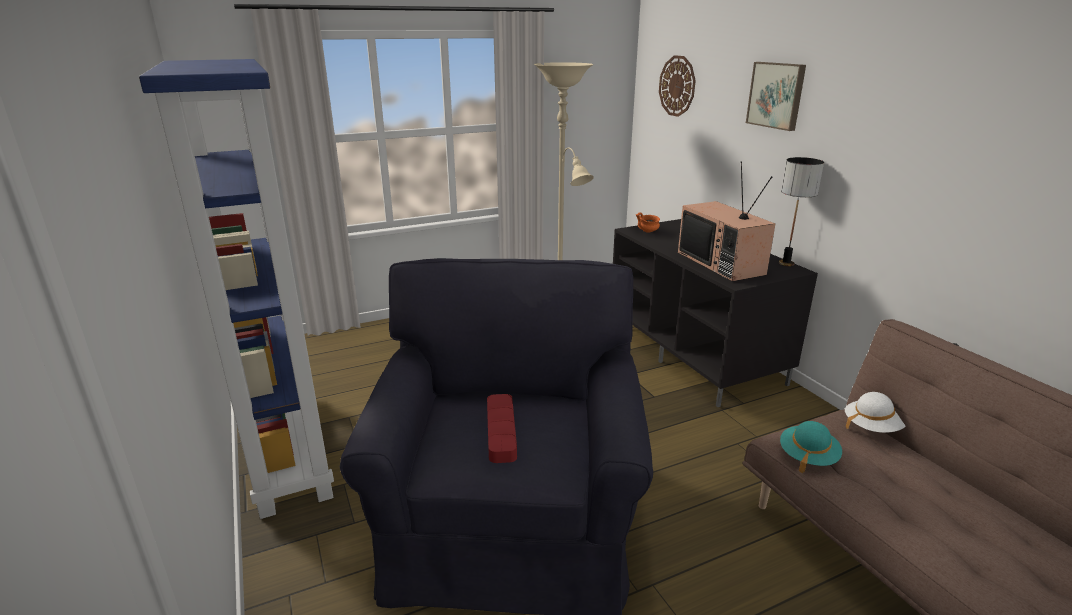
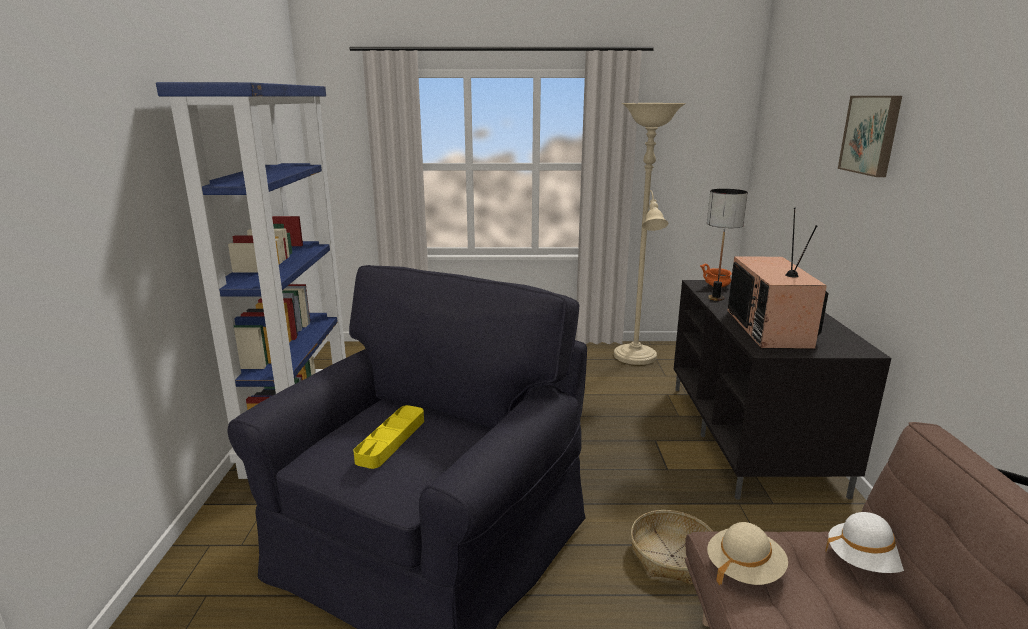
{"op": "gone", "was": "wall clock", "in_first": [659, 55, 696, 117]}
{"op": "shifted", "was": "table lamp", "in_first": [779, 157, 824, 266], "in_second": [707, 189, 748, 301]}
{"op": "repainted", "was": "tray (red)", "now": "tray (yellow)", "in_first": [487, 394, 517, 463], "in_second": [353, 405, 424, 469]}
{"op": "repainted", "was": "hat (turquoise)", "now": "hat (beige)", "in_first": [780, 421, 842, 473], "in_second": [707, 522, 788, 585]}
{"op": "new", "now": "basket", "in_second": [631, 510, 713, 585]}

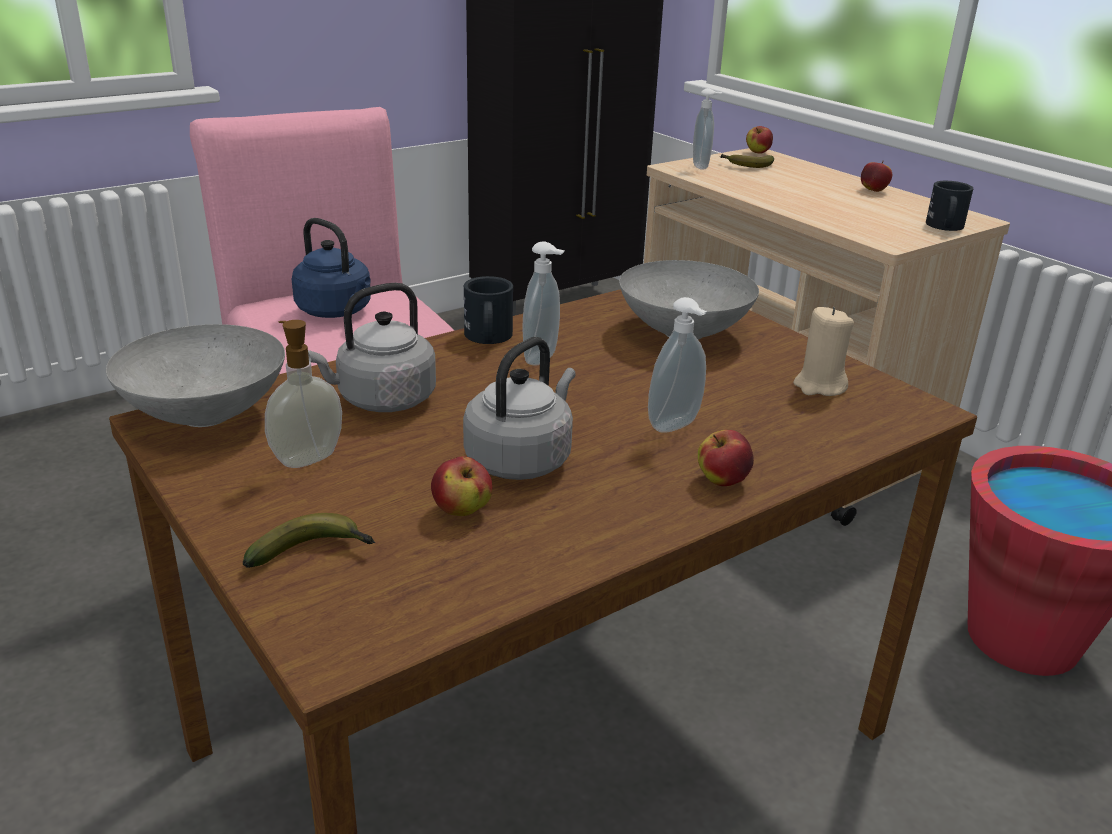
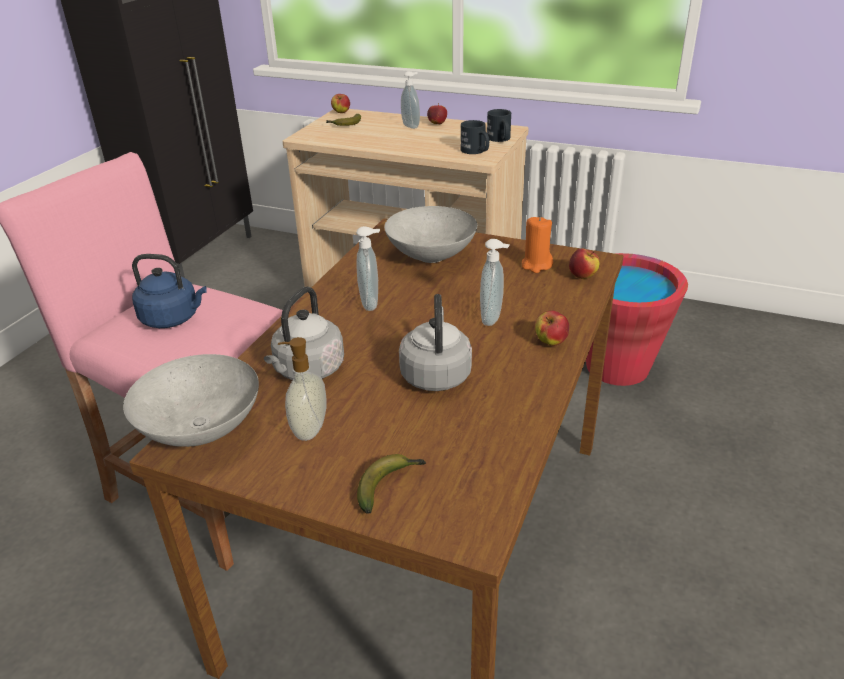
{"op": "shifted", "was": "soap dispenser", "in_first": [693, 88, 722, 170], "in_second": [401, 71, 420, 129]}
{"op": "shifted", "was": "mug (black)", "in_first": [464, 276, 513, 344], "in_second": [461, 120, 489, 154]}
{"op": "repainted", "was": "candle (beige)", "now": "candle (orange)", "in_first": [793, 307, 854, 396], "in_second": [522, 216, 553, 273]}
{"op": "shifted", "was": "apple", "in_first": [431, 457, 492, 516], "in_second": [569, 248, 599, 279]}

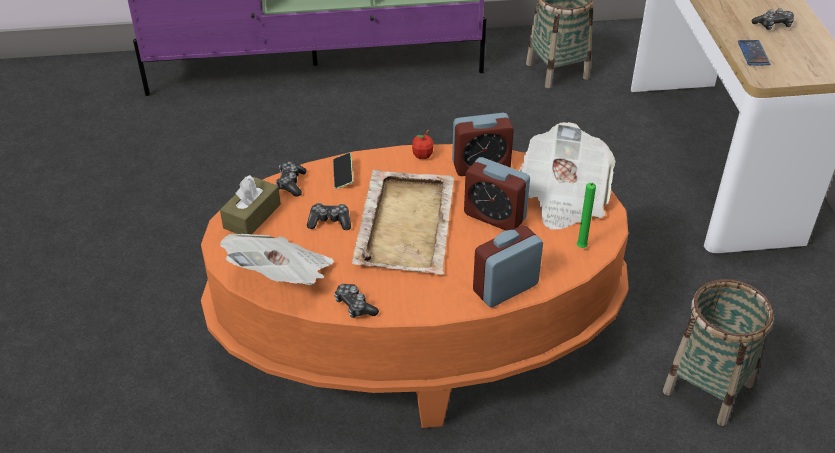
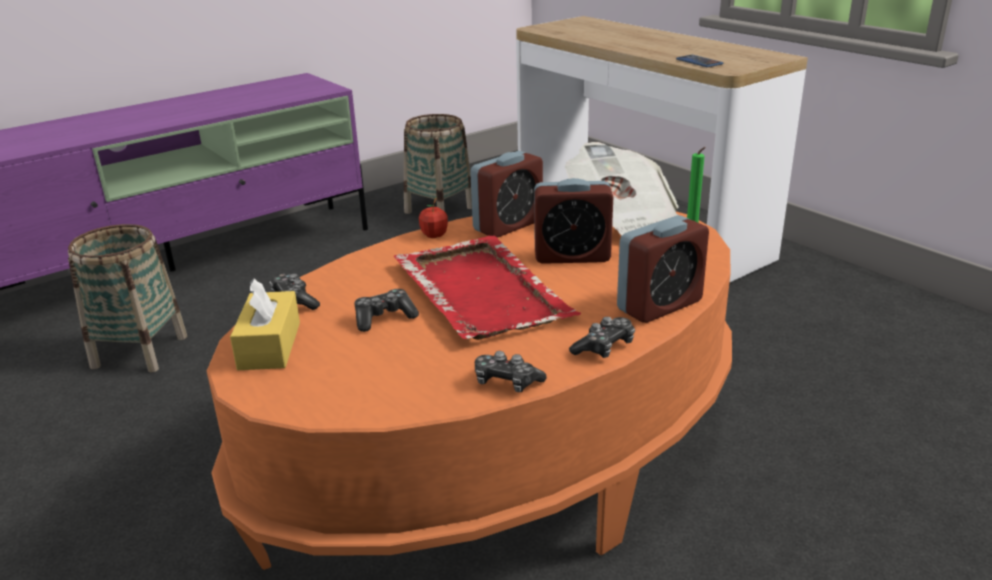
{"op": "shifted", "was": "game controller", "in_first": [752, 8, 794, 30], "in_second": [569, 317, 635, 358]}
{"op": "gone", "was": "phone", "in_first": [333, 153, 353, 189]}
{"op": "repainted", "was": "tray (beige)", "now": "tray (red)", "in_first": [352, 170, 454, 275], "in_second": [394, 236, 581, 340]}
{"op": "repainted", "was": "tissue box (brown)", "now": "tissue box (yellow)", "in_first": [220, 175, 281, 234], "in_second": [230, 278, 300, 370]}
{"op": "rotated", "was": "alarm clock", "in_first": [473, 225, 543, 307], "in_second": [617, 215, 709, 323], "clockwise": -150}
{"op": "gone", "was": "newspaper", "in_first": [220, 234, 334, 285]}
{"op": "shifted", "was": "basket", "in_first": [663, 279, 774, 426], "in_second": [68, 224, 187, 372]}

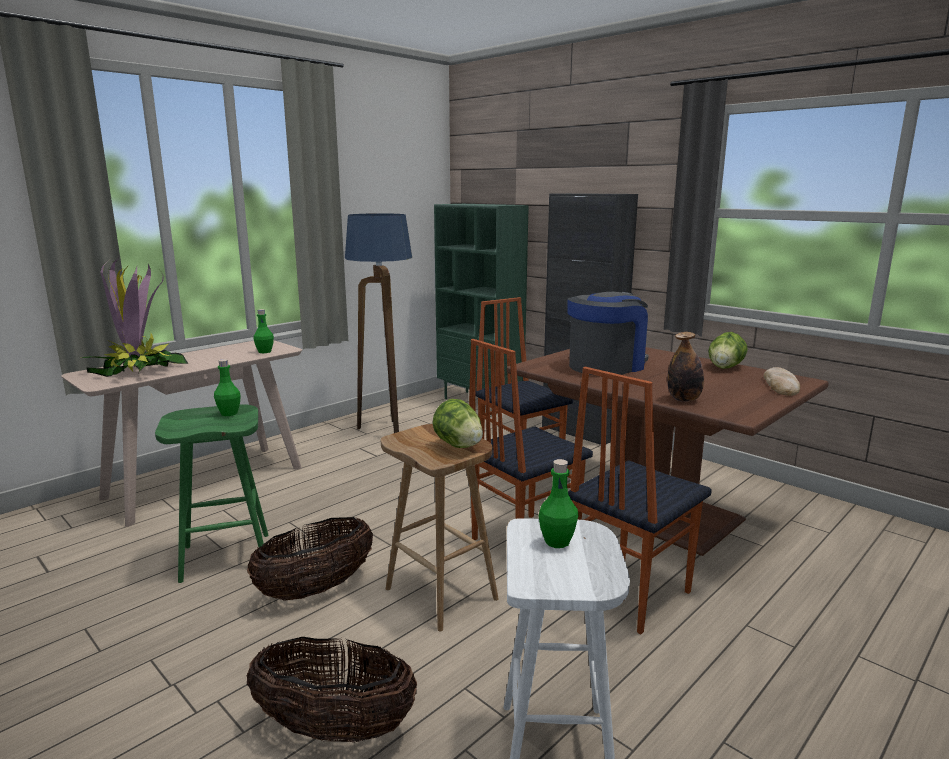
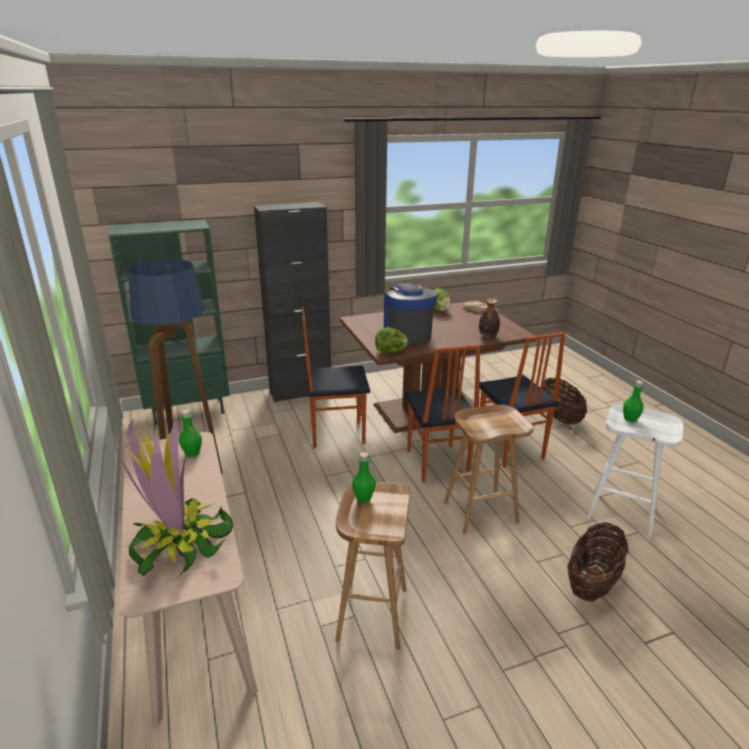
{"op": "shifted", "was": "lettuce", "in_first": [432, 399, 483, 448], "in_second": [375, 327, 408, 353]}
{"op": "repainted", "was": "stool (green)", "now": "stool (brown)", "in_first": [155, 404, 269, 583], "in_second": [335, 482, 411, 650]}
{"op": "shifted", "was": "basket", "in_first": [247, 517, 373, 601], "in_second": [543, 378, 587, 425]}

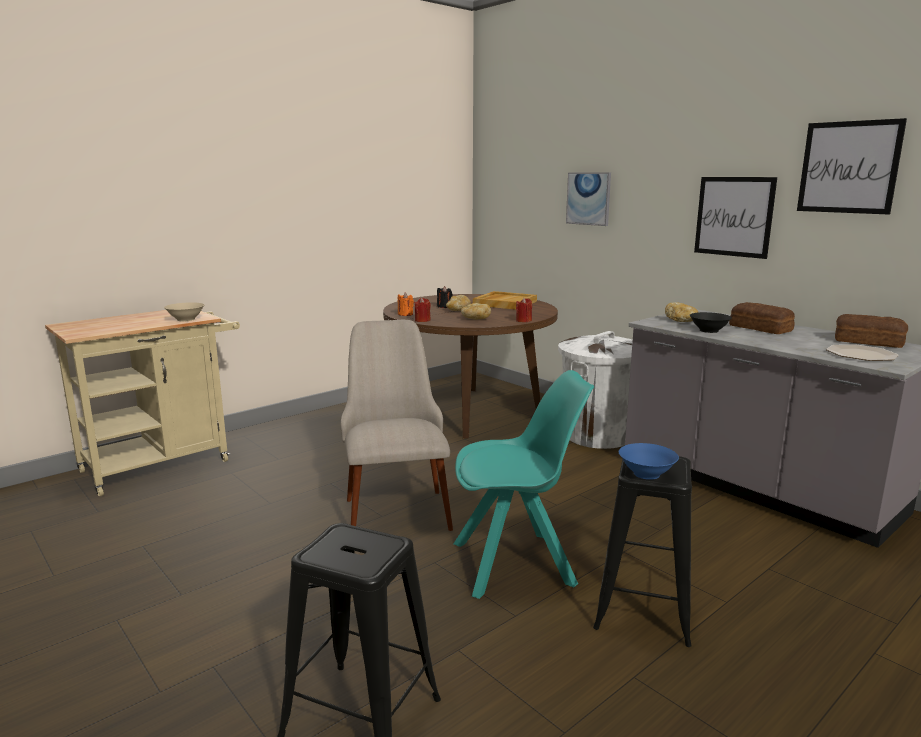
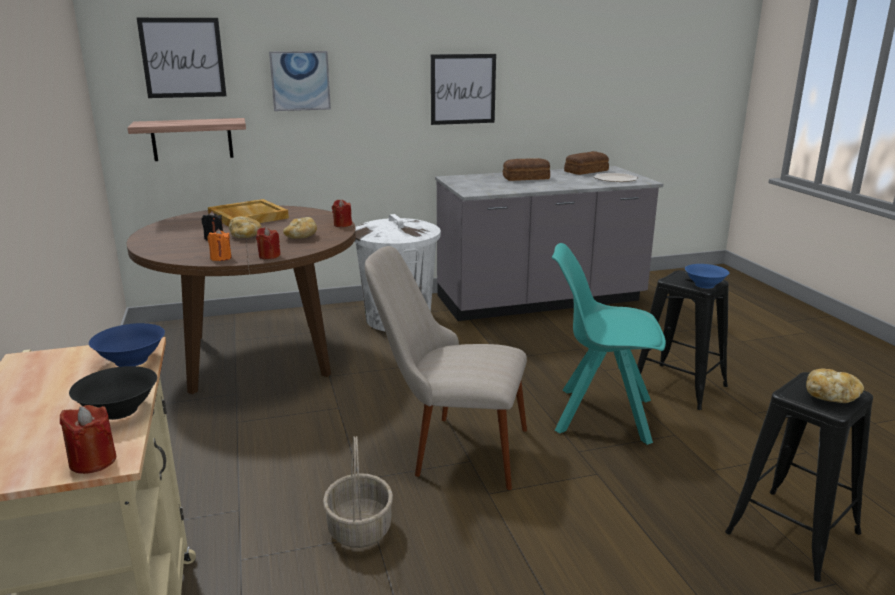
{"op": "shifted", "was": "picture", "in_first": [797, 118, 907, 215], "in_second": [137, 18, 226, 98]}
{"op": "repainted", "was": "bowl (beige)", "now": "bowl (blue)", "in_first": [164, 302, 204, 322], "in_second": [89, 323, 165, 367]}
{"op": "shifted", "was": "bread", "in_first": [665, 302, 698, 322], "in_second": [806, 369, 864, 403]}
{"op": "shifted", "was": "bowl (black)", "in_first": [690, 312, 732, 333], "in_second": [69, 366, 157, 420]}
{"op": "rotated", "was": "chair (turquoise)", "in_first": [454, 370, 594, 599], "in_second": [552, 243, 666, 445], "clockwise": -90}
{"op": "new", "now": "shelf", "in_second": [128, 118, 246, 161]}
{"op": "new", "now": "candle (red)", "in_second": [60, 405, 116, 474]}
{"op": "new", "now": "basket", "in_second": [323, 436, 393, 548]}

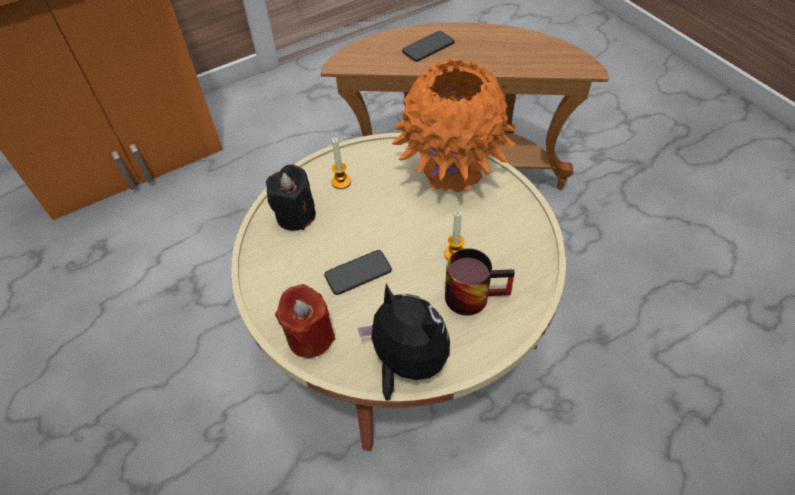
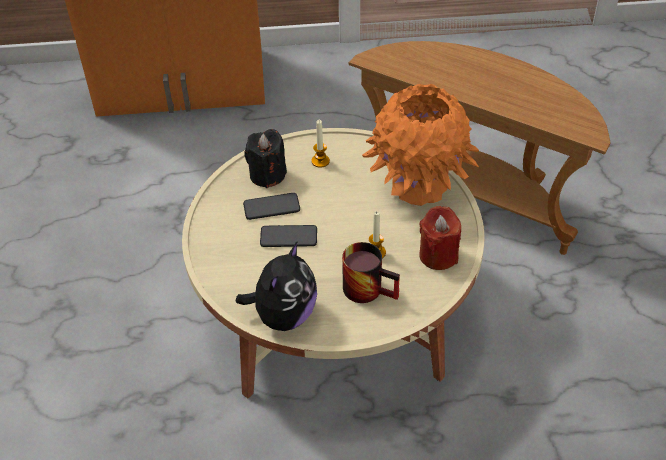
{"op": "shifted", "was": "phone", "in_first": [402, 31, 454, 62], "in_second": [243, 193, 300, 220]}
{"op": "rotated", "was": "plush toy", "in_first": [358, 283, 450, 400], "in_second": [236, 242, 317, 331], "clockwise": 45}
{"op": "shifted", "was": "candle (red)", "in_first": [275, 284, 335, 358], "in_second": [419, 206, 461, 270]}

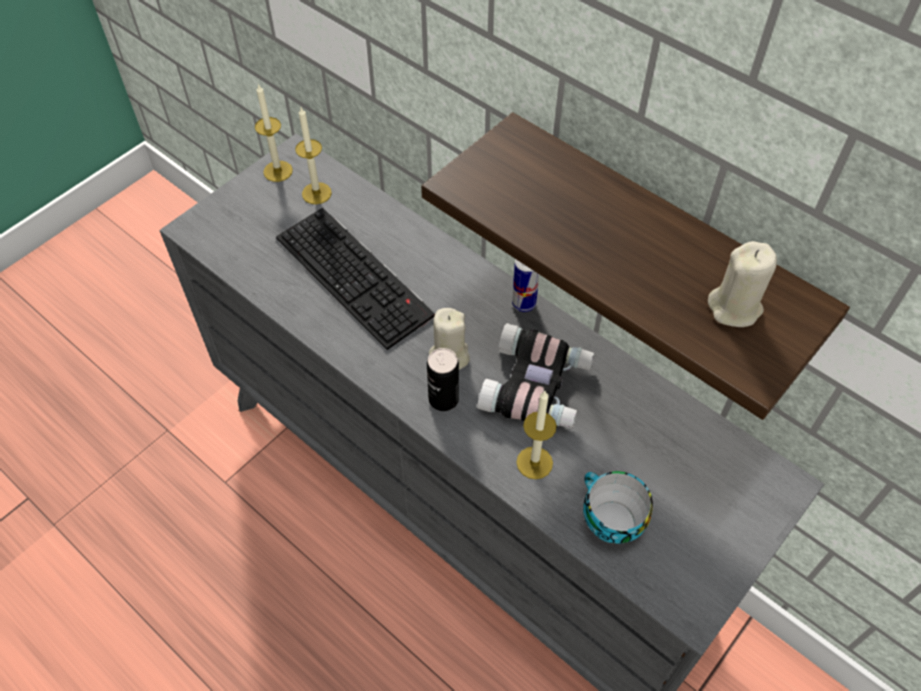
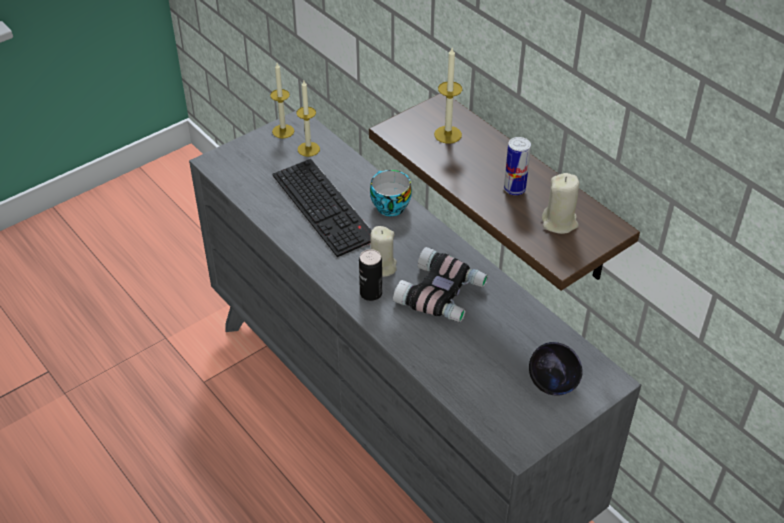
{"op": "shifted", "was": "can", "in_first": [512, 259, 539, 312], "in_second": [504, 137, 531, 195]}
{"op": "shifted", "was": "candle", "in_first": [516, 391, 557, 479], "in_second": [434, 48, 462, 144]}
{"op": "shifted", "was": "cup", "in_first": [583, 471, 653, 544], "in_second": [370, 170, 412, 216]}
{"op": "new", "now": "bowl (black)", "in_second": [529, 342, 583, 396]}

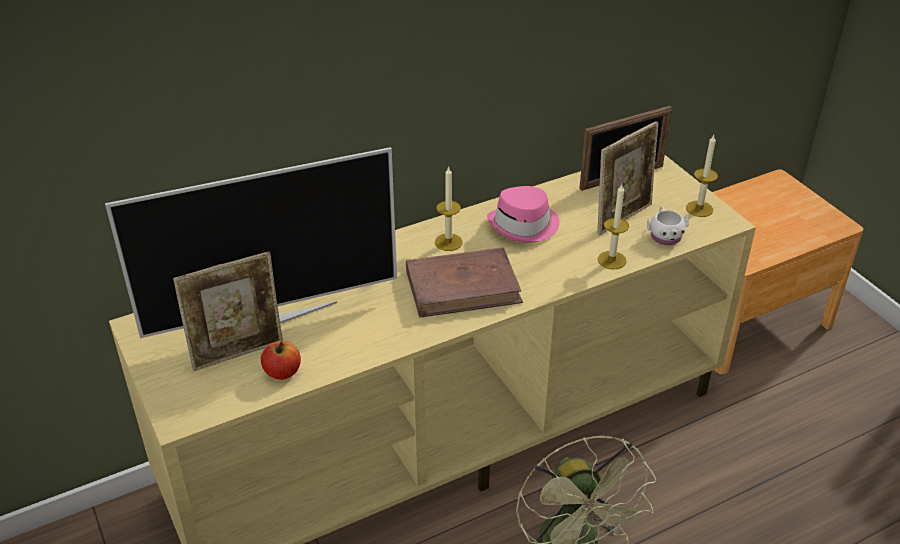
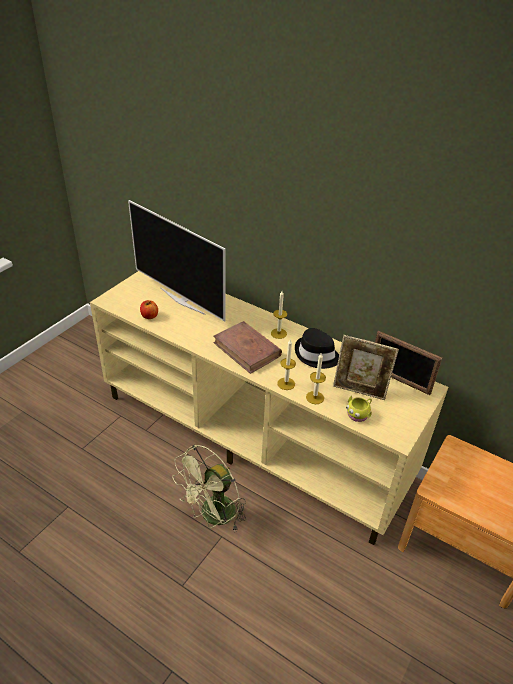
{"op": "shifted", "was": "candle", "in_first": [686, 135, 718, 217], "in_second": [277, 340, 296, 390]}
{"op": "repainted", "was": "hat (pink)", "now": "hat (black)", "in_first": [487, 186, 559, 243], "in_second": [295, 328, 339, 369]}
{"op": "repainted", "was": "mug (white)", "now": "mug (yellow)", "in_first": [647, 206, 689, 245], "in_second": [346, 395, 372, 422]}
{"op": "gone", "was": "picture frame", "in_first": [173, 251, 283, 371]}

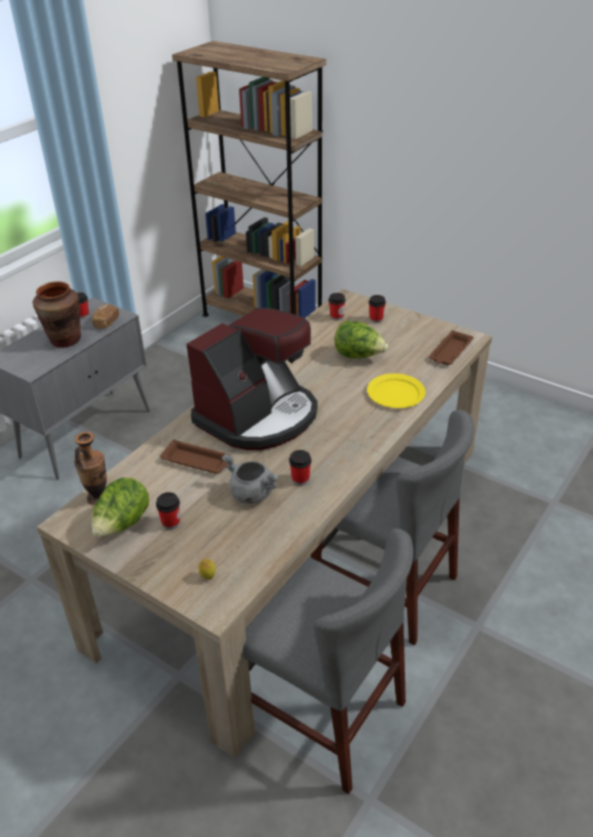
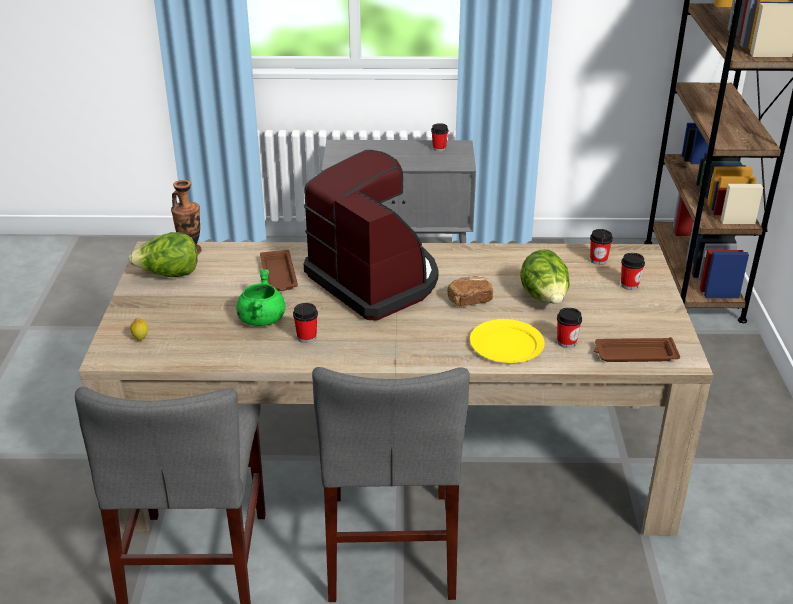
{"op": "gone", "was": "vase (brown)", "in_first": [33, 282, 81, 348]}
{"op": "shifted", "was": "bread", "in_first": [91, 304, 119, 329], "in_second": [448, 276, 493, 306]}
{"op": "rotated", "was": "coffee machine", "in_first": [186, 308, 317, 450], "in_second": [304, 150, 439, 321], "clockwise": -135}
{"op": "repainted", "was": "cooking pot (grey)", "now": "cooking pot (green)", "in_first": [222, 454, 280, 504], "in_second": [236, 269, 285, 326]}
{"op": "shifted", "was": "cup", "in_first": [156, 492, 180, 530], "in_second": [557, 307, 582, 348]}

